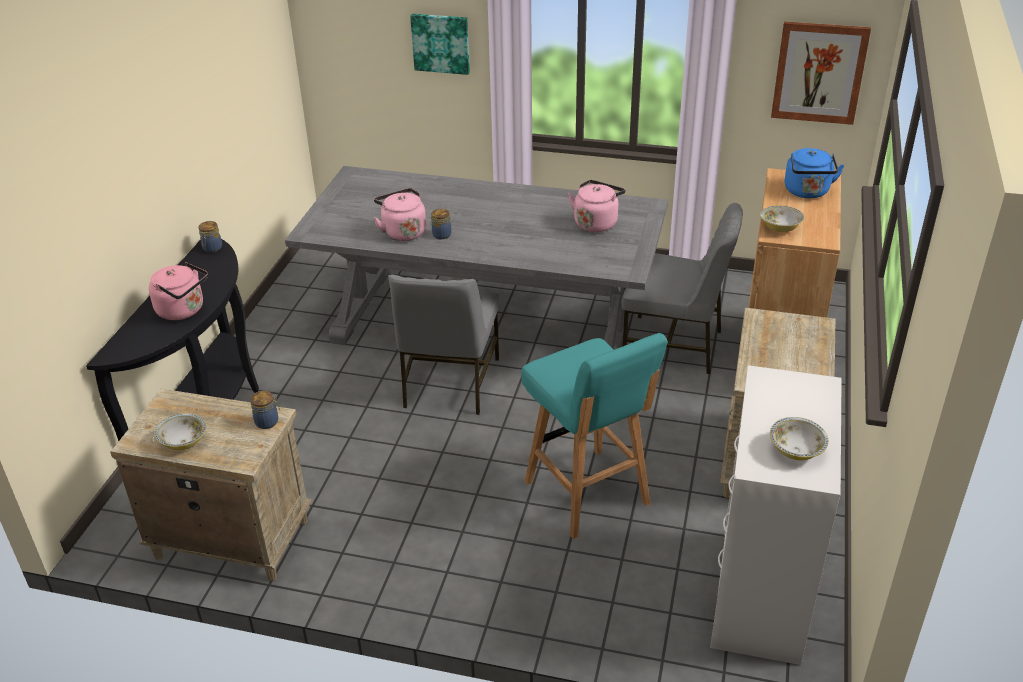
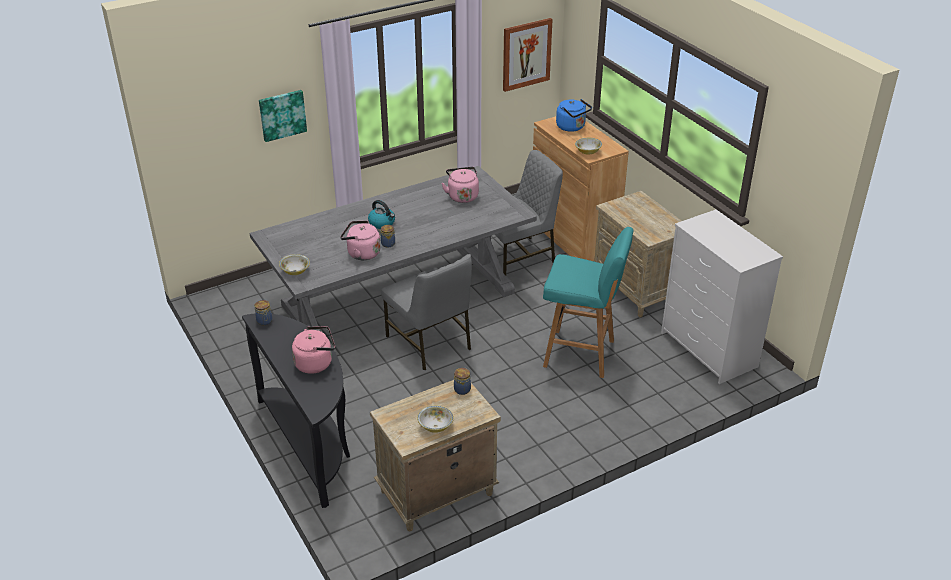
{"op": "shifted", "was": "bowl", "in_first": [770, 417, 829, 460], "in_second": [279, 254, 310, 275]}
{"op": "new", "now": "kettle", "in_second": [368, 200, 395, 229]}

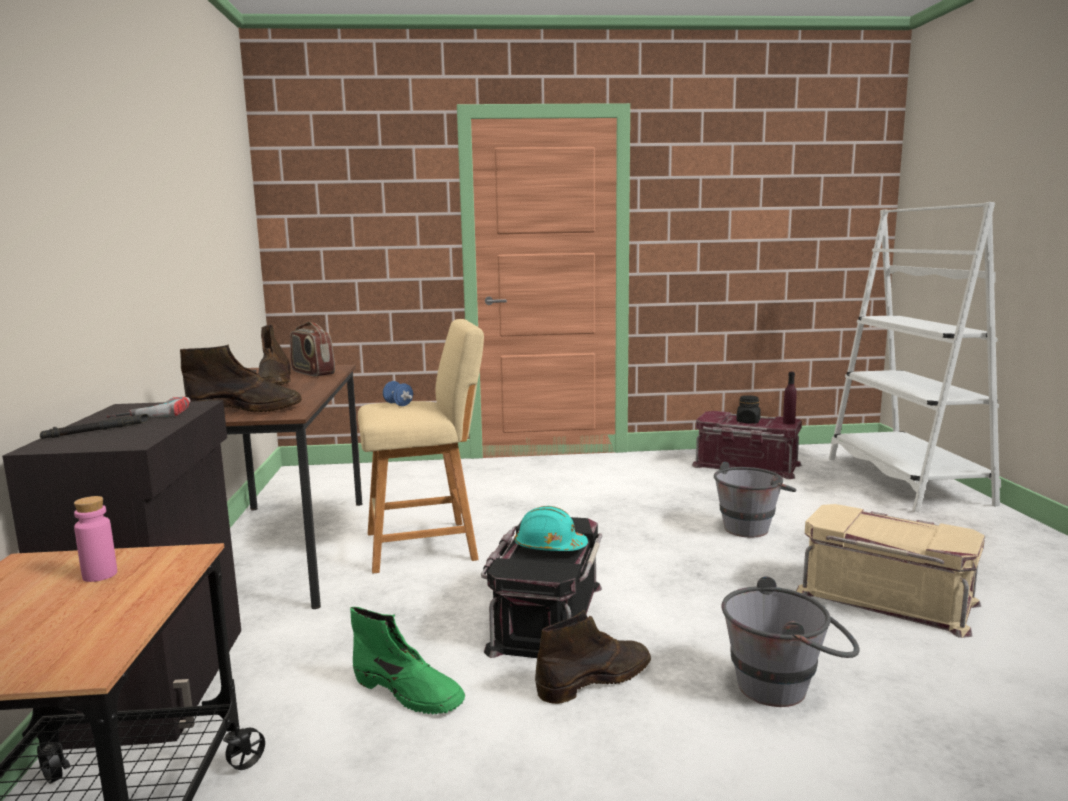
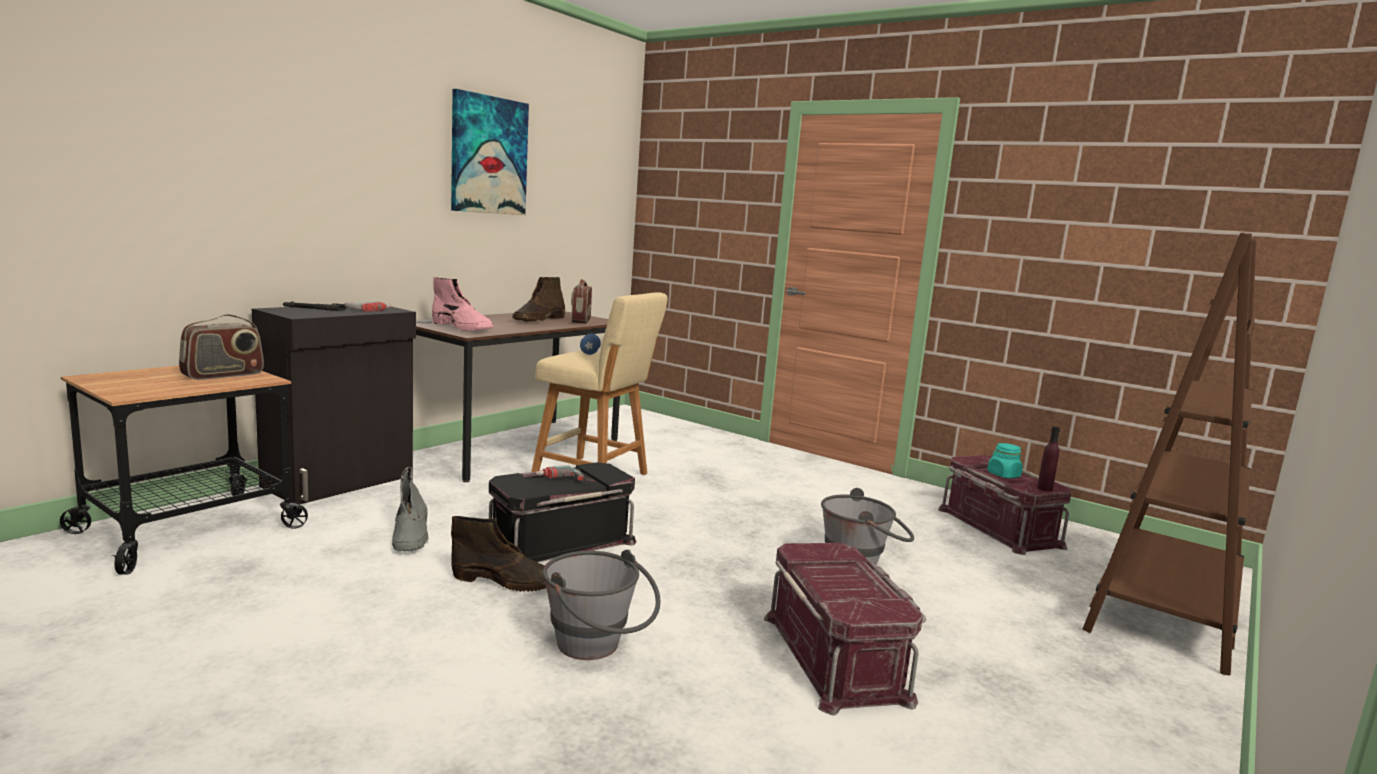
{"op": "repainted", "was": "bookcase (white)", "now": "bookcase (brown)", "in_first": [829, 202, 1001, 512], "in_second": [1083, 233, 1257, 676]}
{"op": "repainted", "was": "boot (brown)", "now": "boot (pink)", "in_first": [180, 345, 302, 412], "in_second": [432, 277, 493, 331]}
{"op": "repainted", "was": "jar (black)", "now": "jar (turquoise)", "in_first": [737, 395, 761, 424], "in_second": [987, 443, 1023, 478]}
{"op": "swapped", "was": "bottle (pink)", "now": "radio", "in_first": [74, 496, 117, 582], "in_second": [179, 314, 264, 380]}
{"op": "repainted", "was": "storage box (beige)", "now": "storage box (red)", "in_first": [796, 504, 985, 638], "in_second": [764, 543, 926, 716]}
{"op": "swapped", "was": "hard hat (turquoise)", "now": "power drill", "in_first": [515, 506, 588, 551], "in_second": [535, 465, 595, 483]}
{"op": "repainted", "was": "boot (green)", "now": "boot (grey)", "in_first": [350, 607, 465, 714], "in_second": [392, 467, 429, 551]}
{"op": "new", "now": "picture", "in_second": [451, 89, 529, 215]}

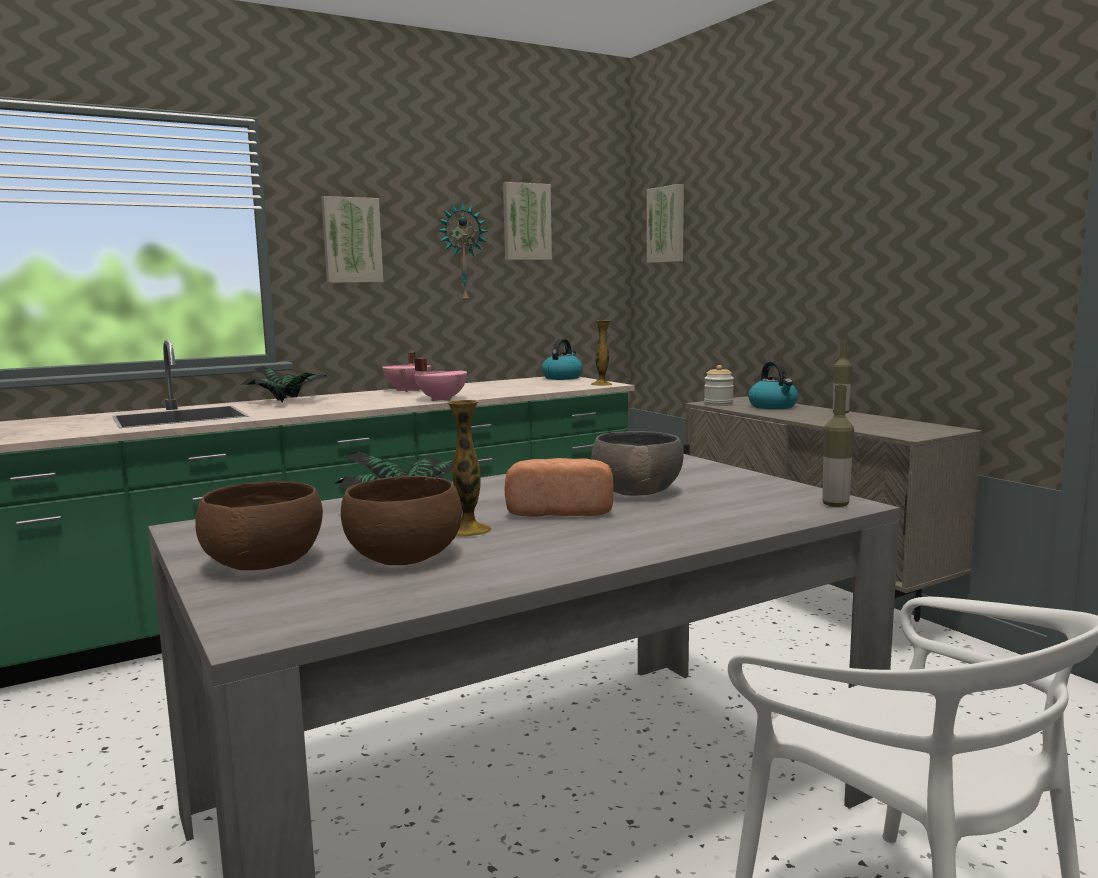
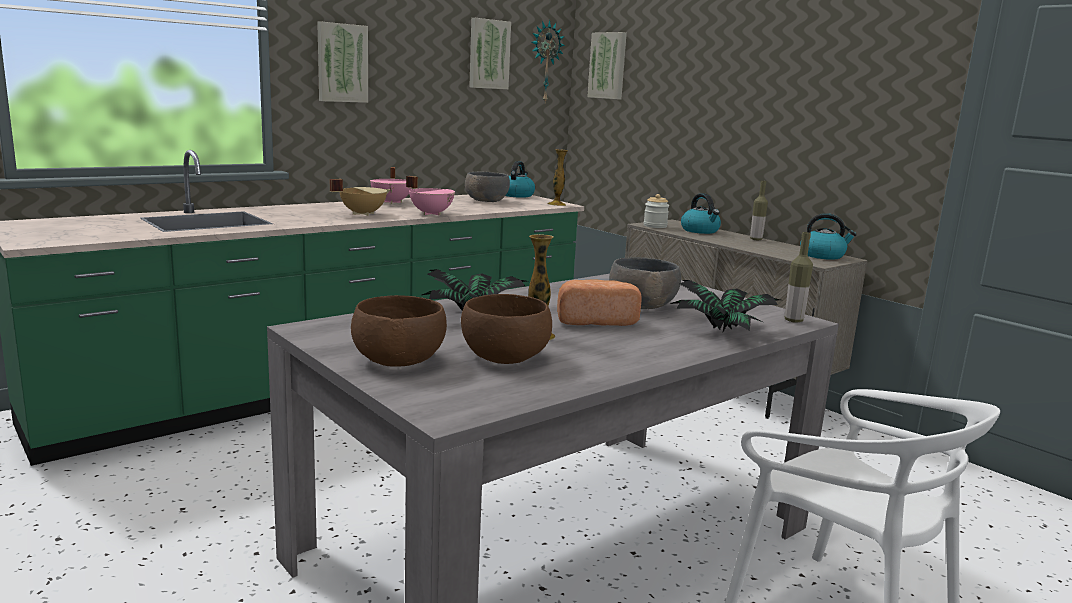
{"op": "shifted", "was": "wall clock", "in_first": [437, 202, 488, 304], "in_second": [531, 20, 565, 102]}
{"op": "shifted", "was": "potted plant", "in_first": [241, 366, 328, 403], "in_second": [670, 280, 780, 332]}
{"op": "new", "now": "bowl (grey)", "in_second": [465, 172, 510, 202]}
{"op": "new", "now": "cooking pot (beige)", "in_second": [330, 179, 391, 216]}
{"op": "new", "now": "kettle", "in_second": [800, 213, 857, 260]}

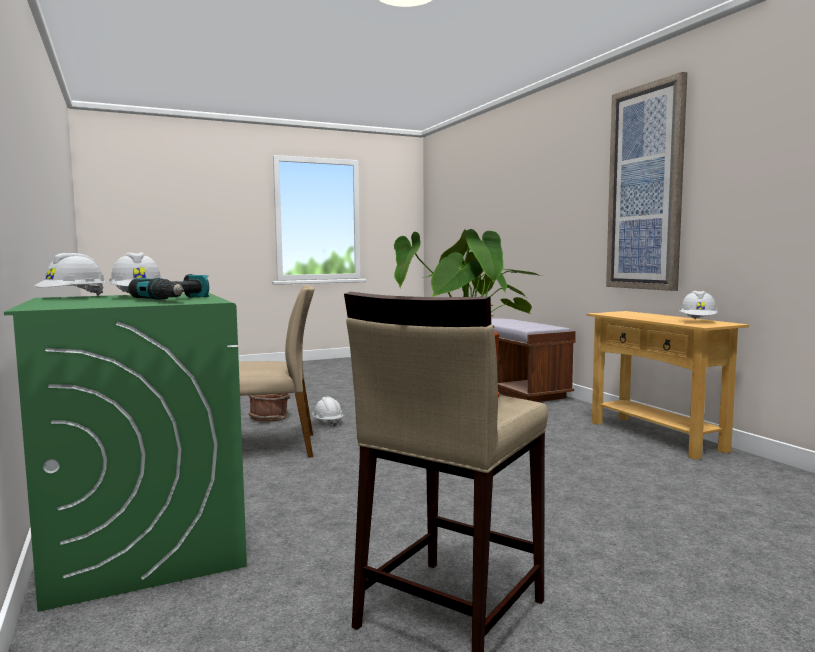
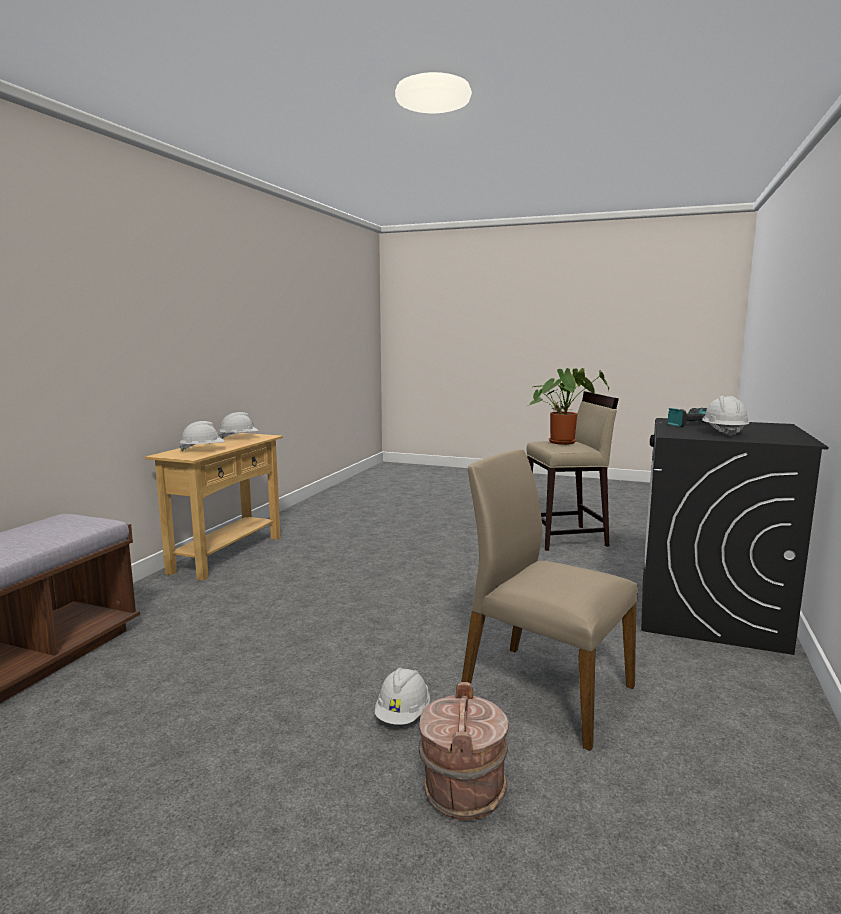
{"op": "gone", "was": "picture", "in_first": [606, 72, 687, 291]}
{"op": "shifted", "was": "hard hat (white)", "in_first": [35, 253, 106, 296], "in_second": [179, 421, 225, 451]}
{"op": "repainted", "was": "washing machine (green)", "now": "washing machine (black)", "in_first": [4, 293, 247, 612], "in_second": [641, 418, 829, 655]}

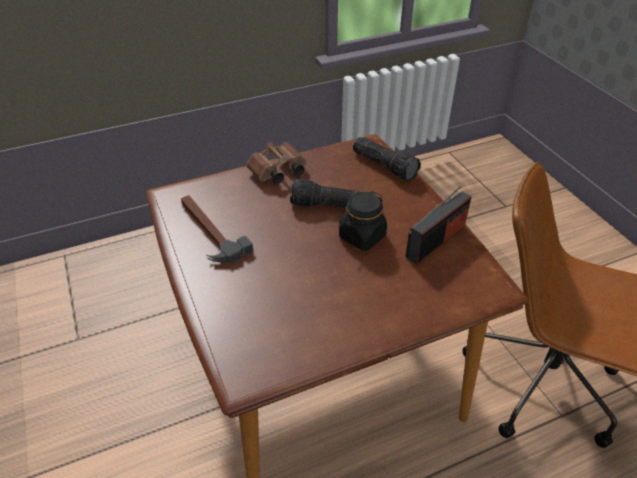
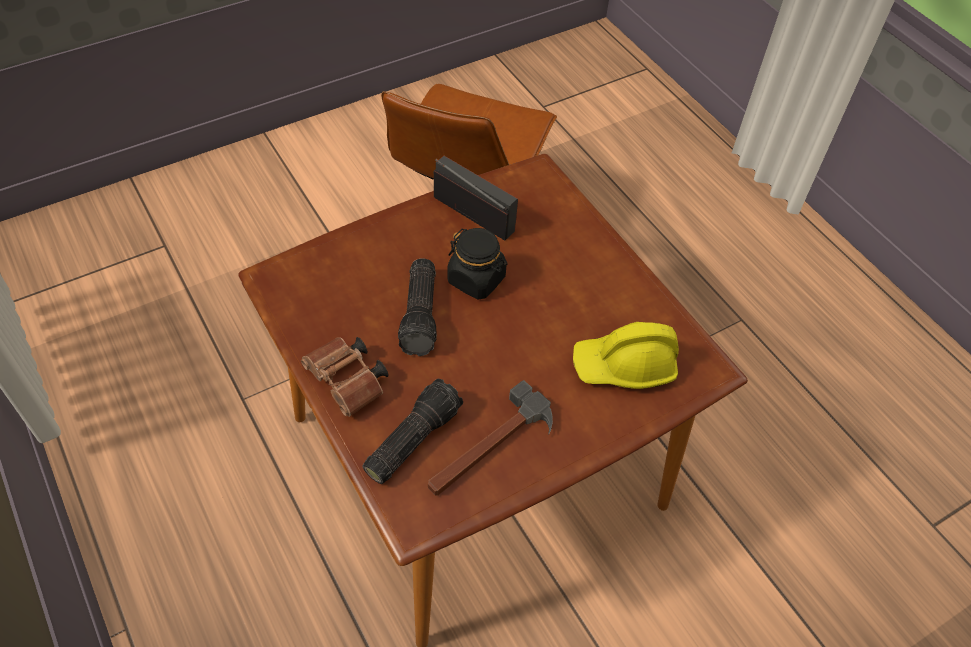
{"op": "shifted", "was": "flashlight", "in_first": [353, 137, 421, 181], "in_second": [362, 379, 463, 484]}
{"op": "new", "now": "hard hat (yellow)", "in_second": [573, 322, 679, 389]}

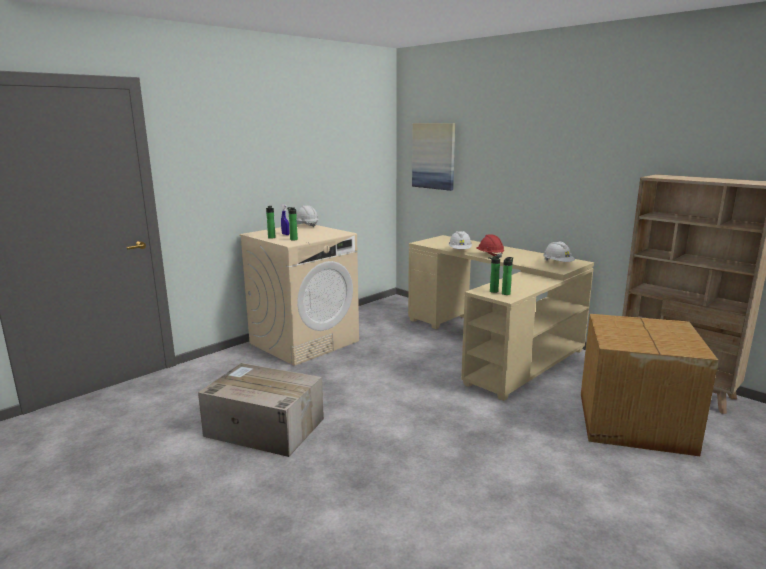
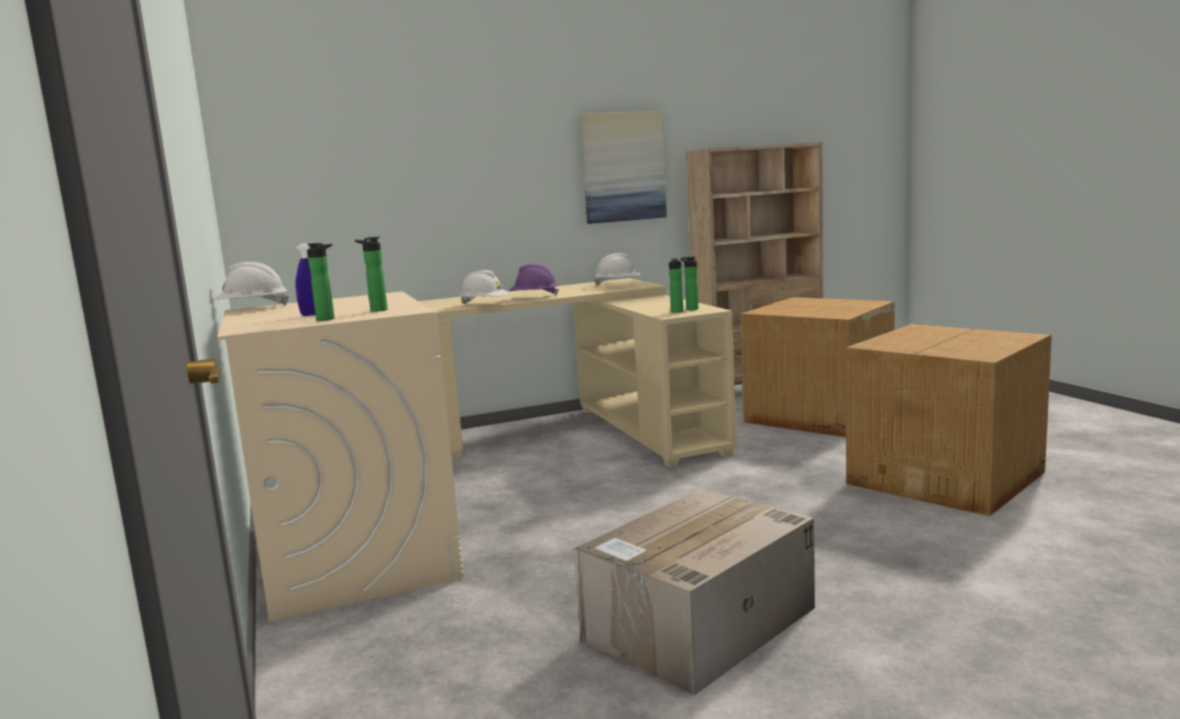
{"op": "shifted", "was": "picture", "in_first": [412, 123, 455, 191], "in_second": [580, 111, 667, 224]}
{"op": "repainted", "was": "hard hat (red)", "now": "hard hat (purple)", "in_first": [476, 234, 504, 259], "in_second": [509, 264, 559, 296]}
{"op": "new", "now": "cardboard box", "in_second": [846, 324, 1052, 516]}

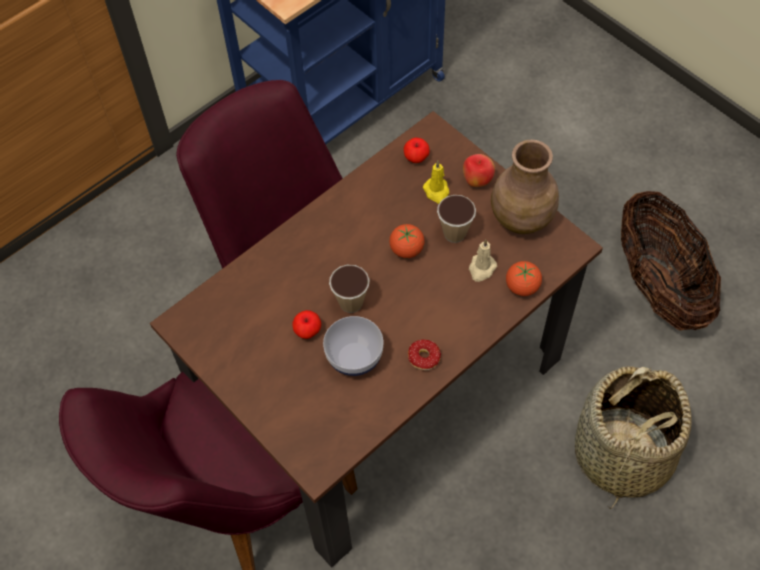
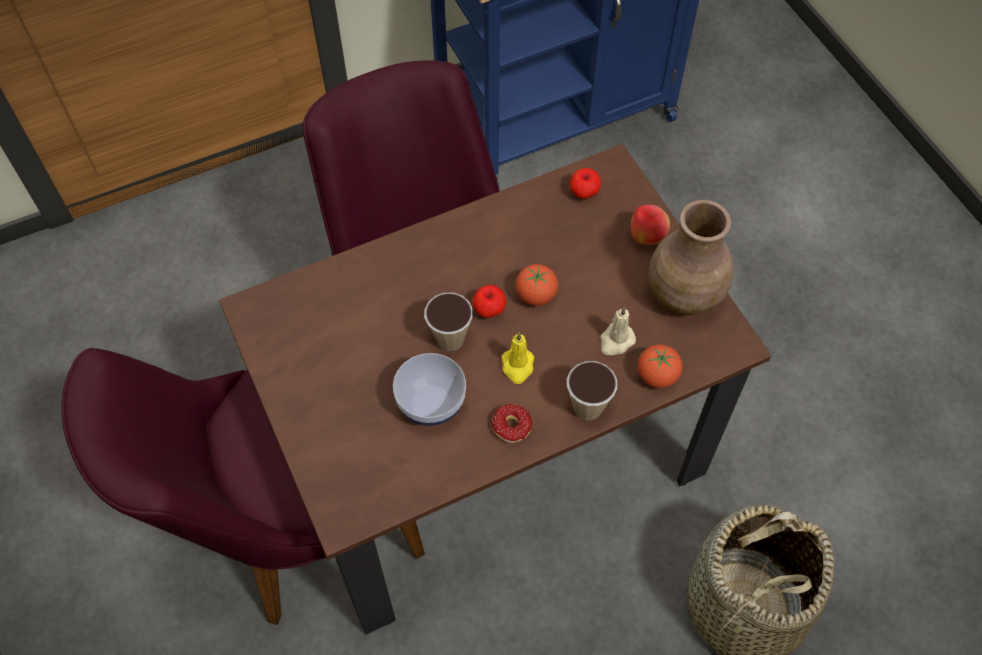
{"op": "shifted", "was": "candle (yellow)", "in_first": [423, 161, 449, 204], "in_second": [501, 332, 534, 384]}
{"op": "gone", "was": "basket", "in_first": [621, 191, 721, 331]}
{"op": "shifted", "was": "cup", "in_first": [437, 195, 476, 243], "in_second": [567, 361, 617, 420]}
{"op": "shifted", "was": "apple", "in_first": [292, 310, 321, 339], "in_second": [472, 285, 506, 318]}

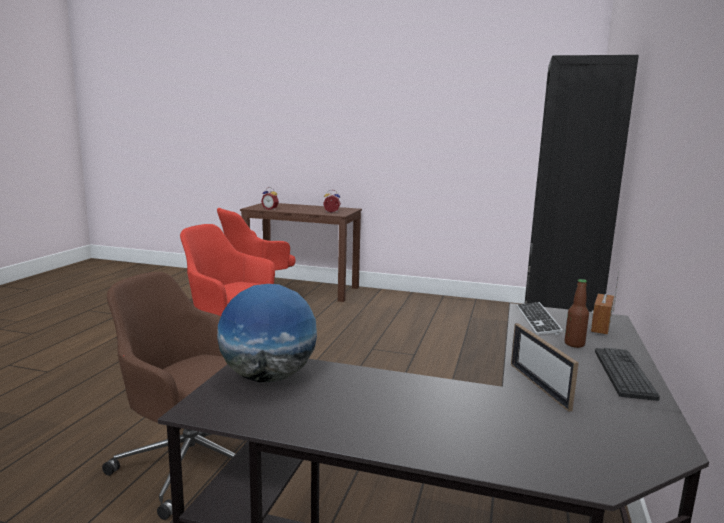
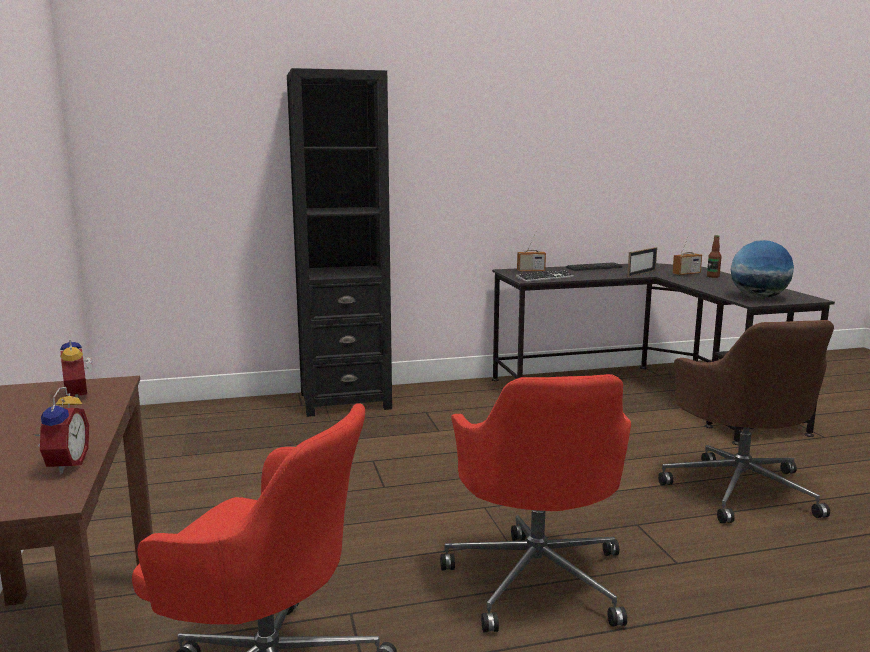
{"op": "shifted", "was": "bottle", "in_first": [565, 279, 589, 348], "in_second": [707, 235, 722, 278]}
{"op": "new", "now": "radio", "in_second": [672, 233, 702, 275]}

